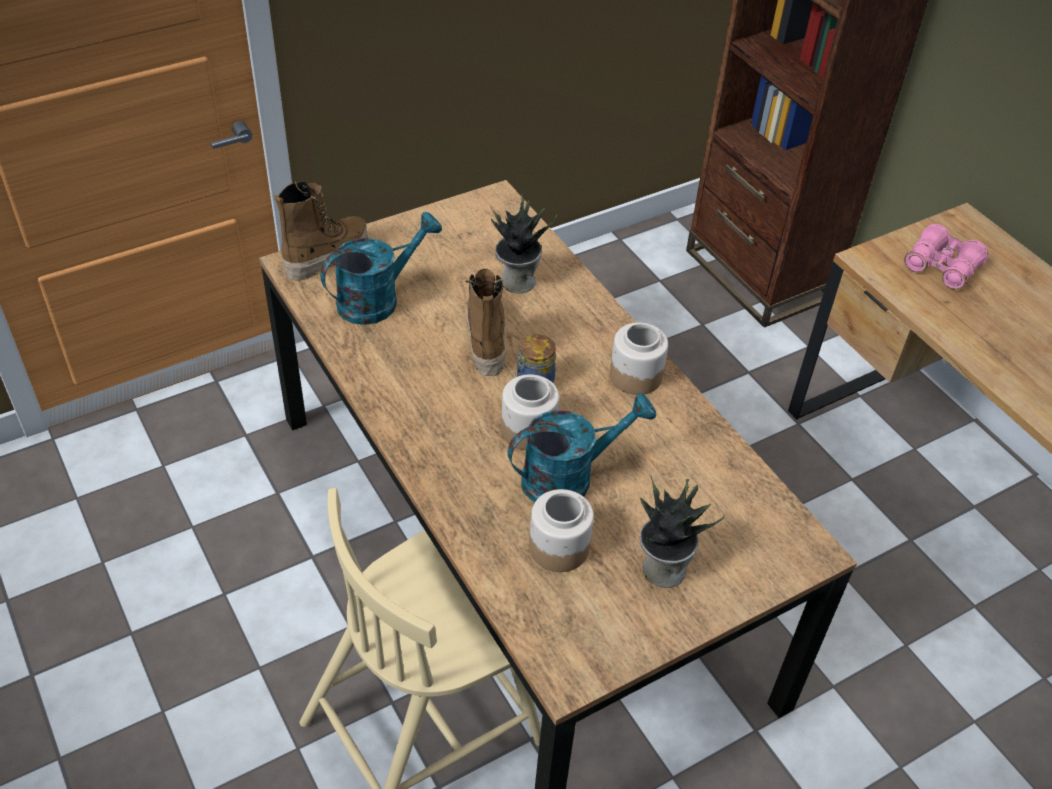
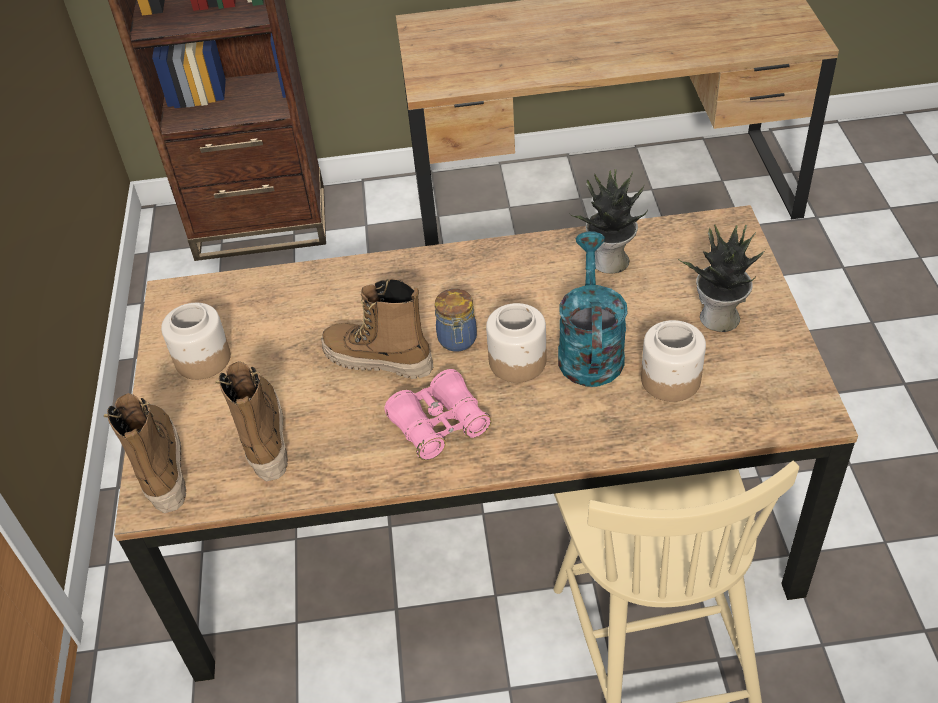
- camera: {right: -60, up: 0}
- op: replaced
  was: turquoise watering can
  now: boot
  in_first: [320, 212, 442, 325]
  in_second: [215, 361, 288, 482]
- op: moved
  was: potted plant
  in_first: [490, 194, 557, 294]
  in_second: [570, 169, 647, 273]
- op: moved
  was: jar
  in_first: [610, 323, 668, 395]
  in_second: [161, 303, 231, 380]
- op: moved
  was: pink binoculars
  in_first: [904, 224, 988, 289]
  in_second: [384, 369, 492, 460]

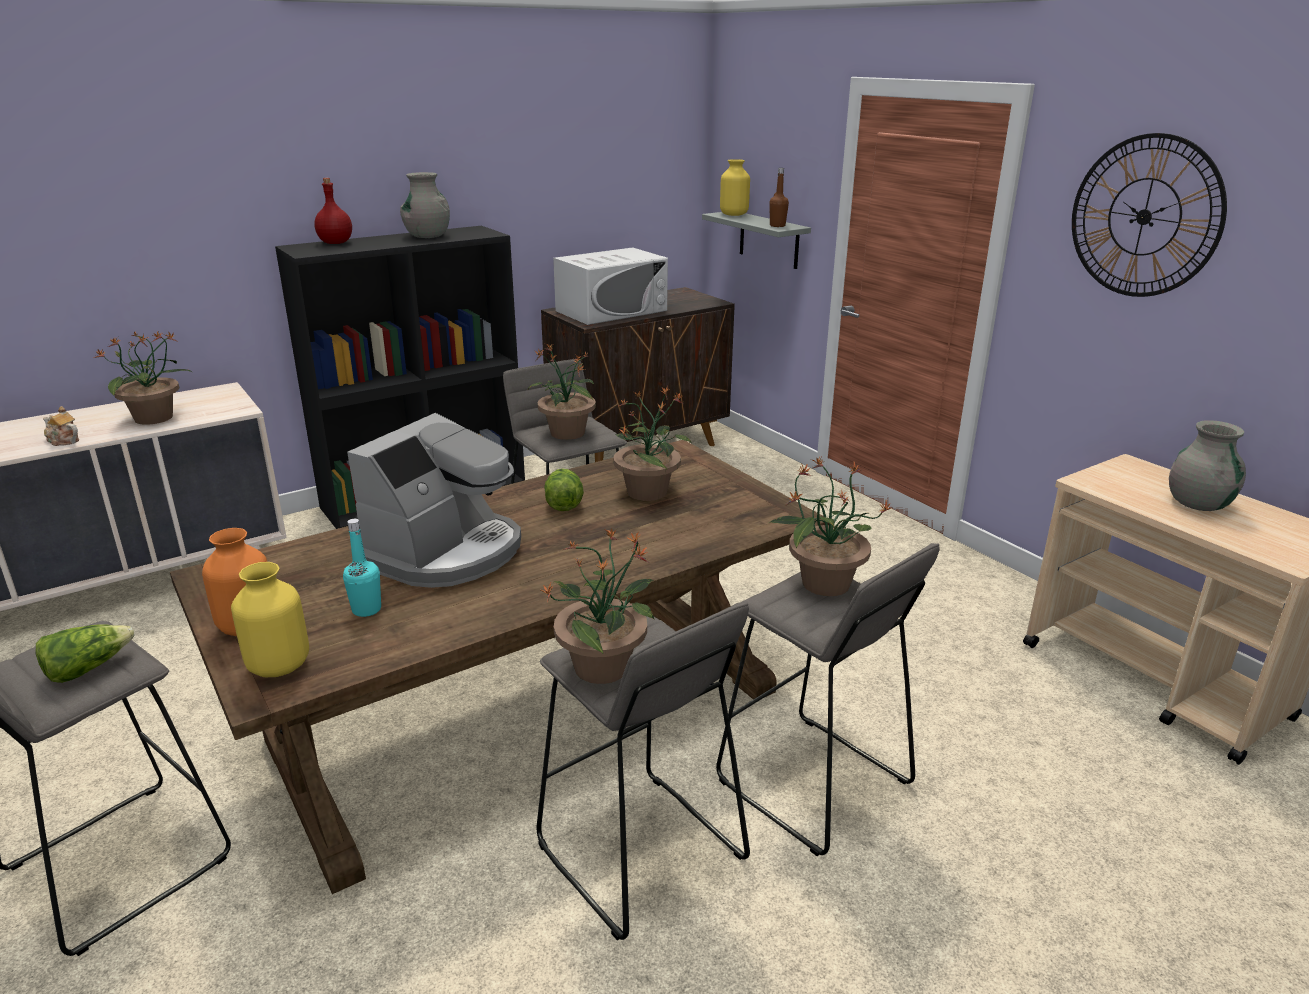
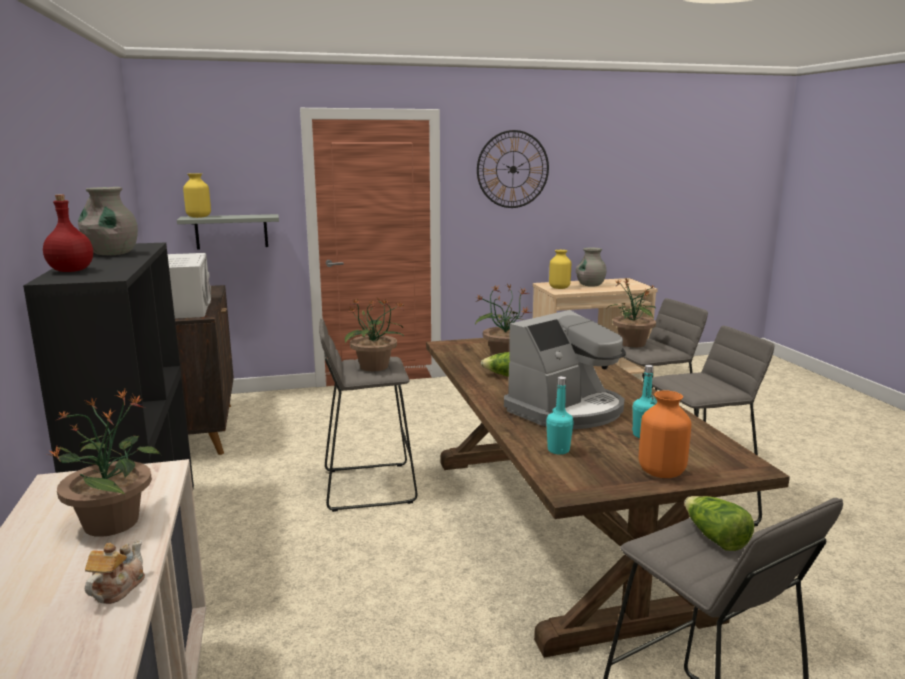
- camera: {right: -70, up: -10}
- op: turned
  was: teapot
  in_first: [43, 406, 79, 446]
  in_second: [85, 540, 145, 604]
  clockwise: 150
- op: moved
  was: yellow vase
  in_first: [231, 562, 309, 677]
  in_second: [549, 250, 571, 289]
- op: turned
  was: coffee machine
  in_first: [347, 413, 521, 588]
  in_second: [504, 310, 626, 429]
  clockwise: 90
- op: removed
  was: potted plant
  in_first: [539, 528, 655, 684]
- op: removed
  was: brown bottle
  in_first: [769, 168, 789, 227]
- op: added
  now: turquoise bottle
  in_second: [546, 376, 574, 455]

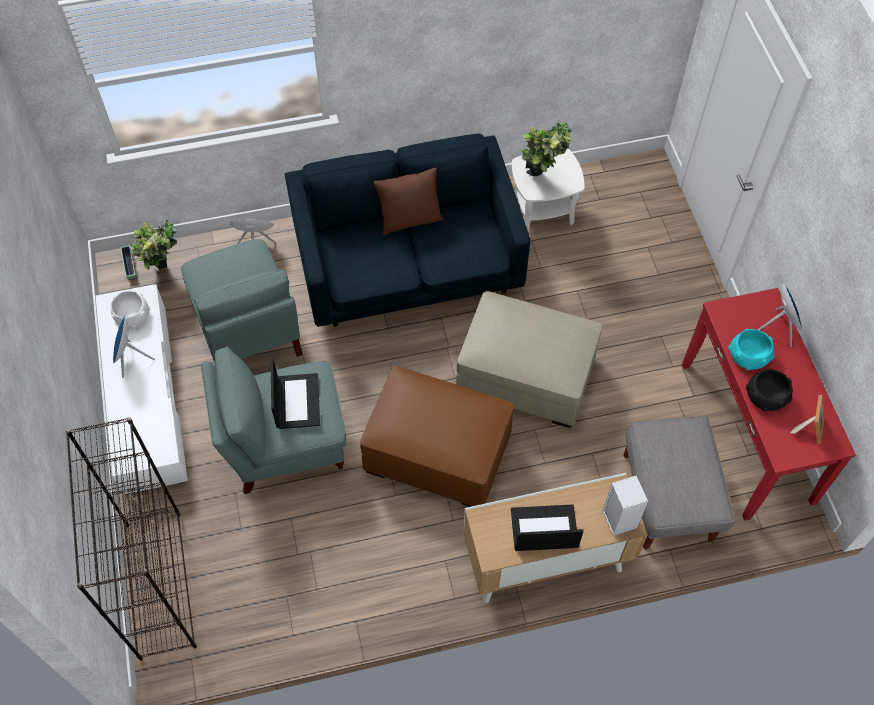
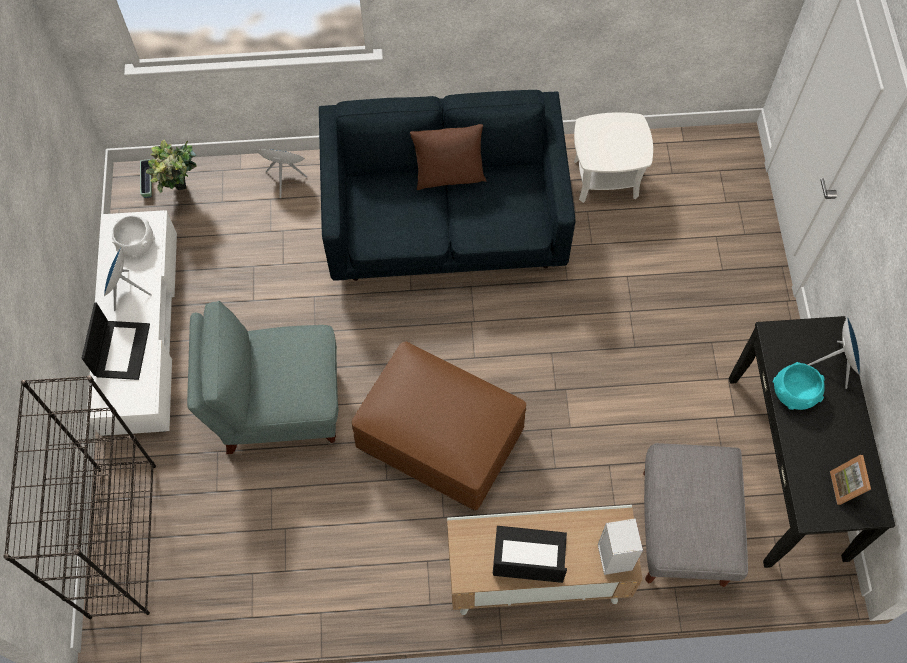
- camera: {right: 10, up: 5}
- op: removed
  was: grey armchair
  in_first: [181, 239, 303, 362]
- op: moved
  was: laptop
  in_first: [270, 357, 320, 429]
  in_second: [82, 303, 150, 380]
- op: removed
  was: beige ottoman
  in_first: [456, 291, 602, 428]
- op: removed
  was: potted plant
  in_first: [521, 121, 574, 176]
- op: recoloured
  was: red console table
  now: black console table
  in_first: [682, 288, 856, 521]
  in_second: [729, 316, 895, 568]
- op: removed
  was: black bowl
  in_first: [746, 369, 793, 411]
- op: turned
  was: picture frame
  in_first: [790, 395, 824, 444]
  in_second: [830, 455, 871, 505]
  clockwise: 150

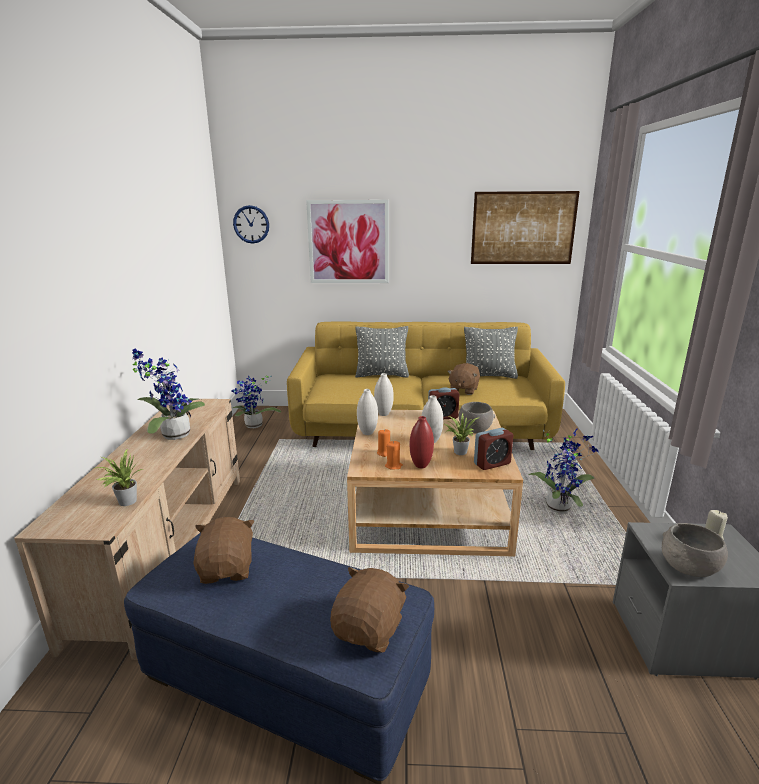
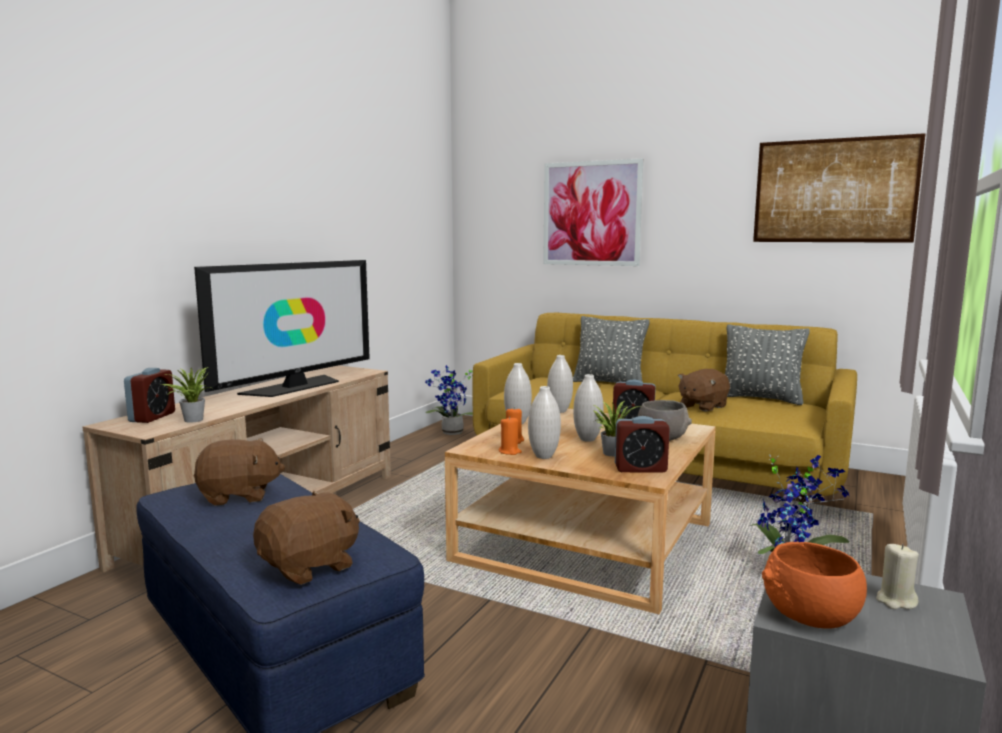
- camera: {right: 25, up: -10}
- op: replaced
  was: potted plant
  now: television
  in_first: [132, 348, 205, 440]
  in_second: [194, 260, 370, 397]
- op: turned
  was: brown plush toy
  in_first: [194, 517, 255, 584]
  in_second: [194, 438, 285, 506]
  clockwise: 60
- op: removed
  was: wall clock
  in_first: [233, 205, 269, 244]
- op: recoloured
  was: red vase
  now: white vase
  in_first: [410, 416, 434, 468]
  in_second: [528, 386, 561, 459]
- op: recoloured
  was: grey bowl
  now: orange bowl
  in_first: [662, 523, 728, 577]
  in_second: [762, 542, 867, 629]
- op: added
  now: alarm clock
  in_second: [124, 368, 175, 423]

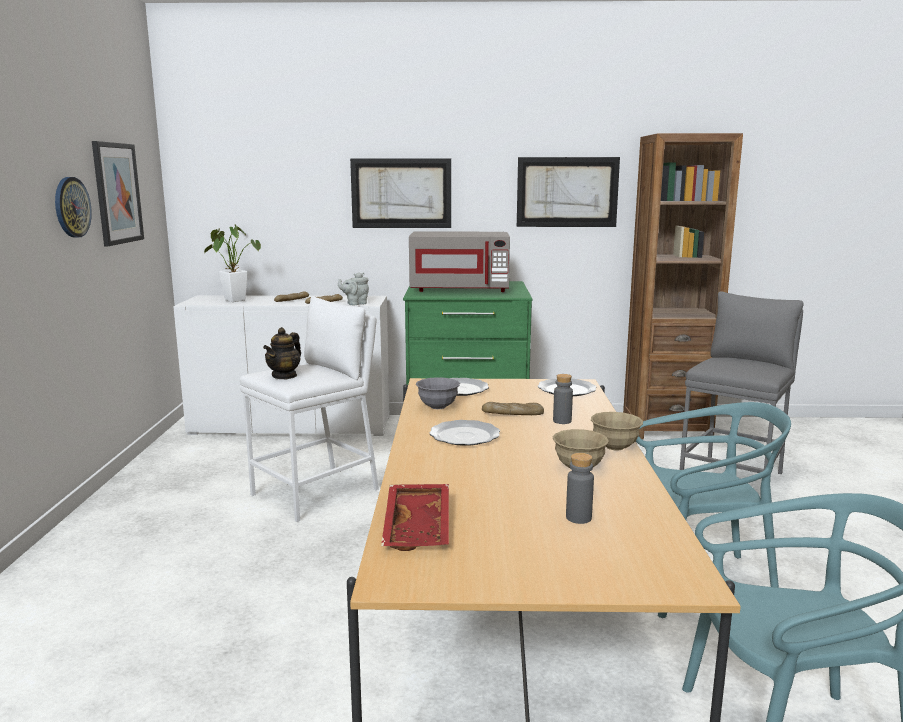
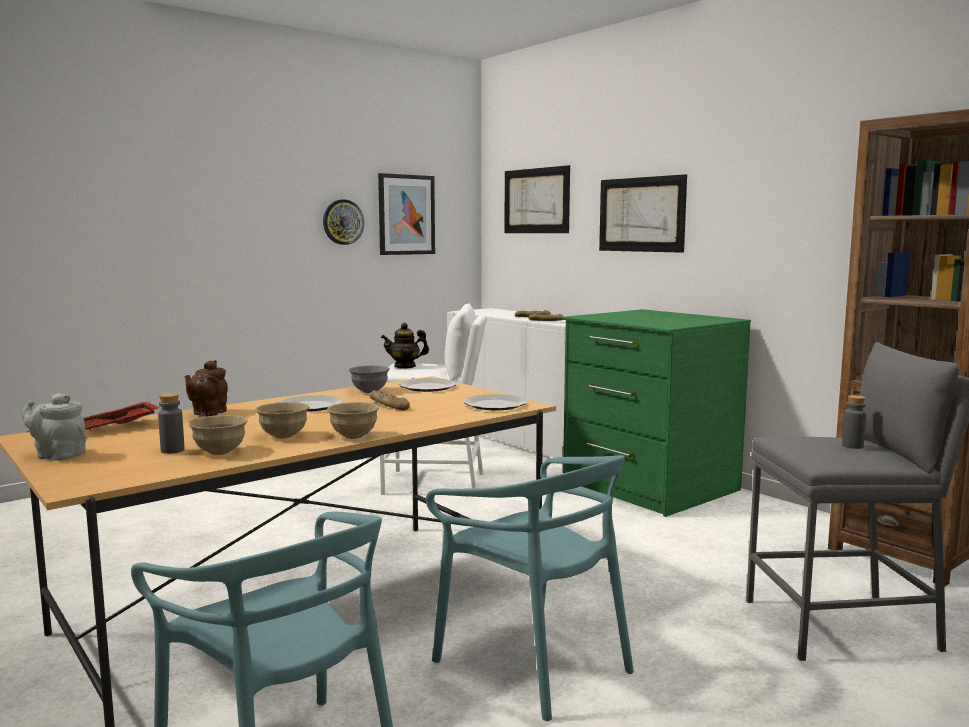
- camera: {right: 50, up: -5}
- op: removed
  was: potted plant
  in_first: [204, 224, 261, 302]
- op: moved
  was: grey teapot
  in_first: [338, 272, 369, 305]
  in_second: [21, 393, 86, 461]
- op: removed
  was: grey microwave
  in_first: [409, 231, 510, 292]
- op: moved
  was: picture
  in_first: [517, 157, 620, 227]
  in_second: [505, 165, 570, 233]
- op: moved
  was: grey bottle
  in_first: [553, 374, 573, 424]
  in_second: [842, 395, 866, 449]
- op: added
  now: brown teapot
  in_second: [185, 360, 228, 417]
- op: added
  now: beige bowl
  in_second: [189, 415, 248, 455]

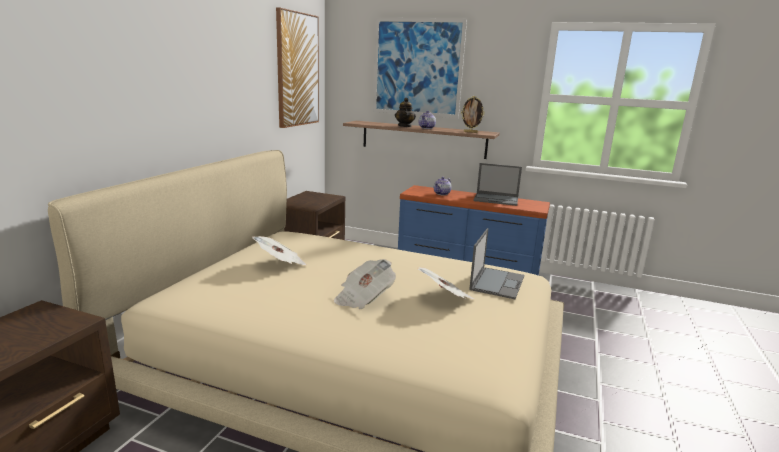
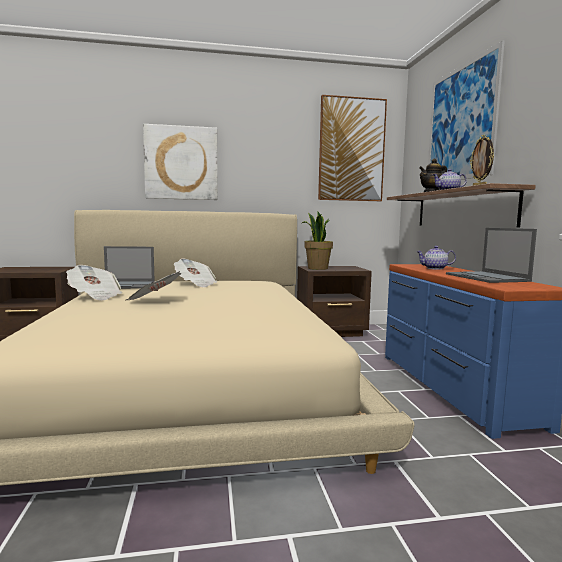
- camera: {right: 60, up: -10}
- op: moved
  was: newspaper
  in_first: [418, 267, 475, 299]
  in_second: [66, 265, 123, 301]
- op: moved
  was: laptop
  in_first: [469, 228, 524, 299]
  in_second: [104, 246, 155, 289]
- op: added
  now: picture
  in_second: [143, 124, 218, 200]
- op: added
  now: potted plant
  in_second: [302, 212, 333, 270]

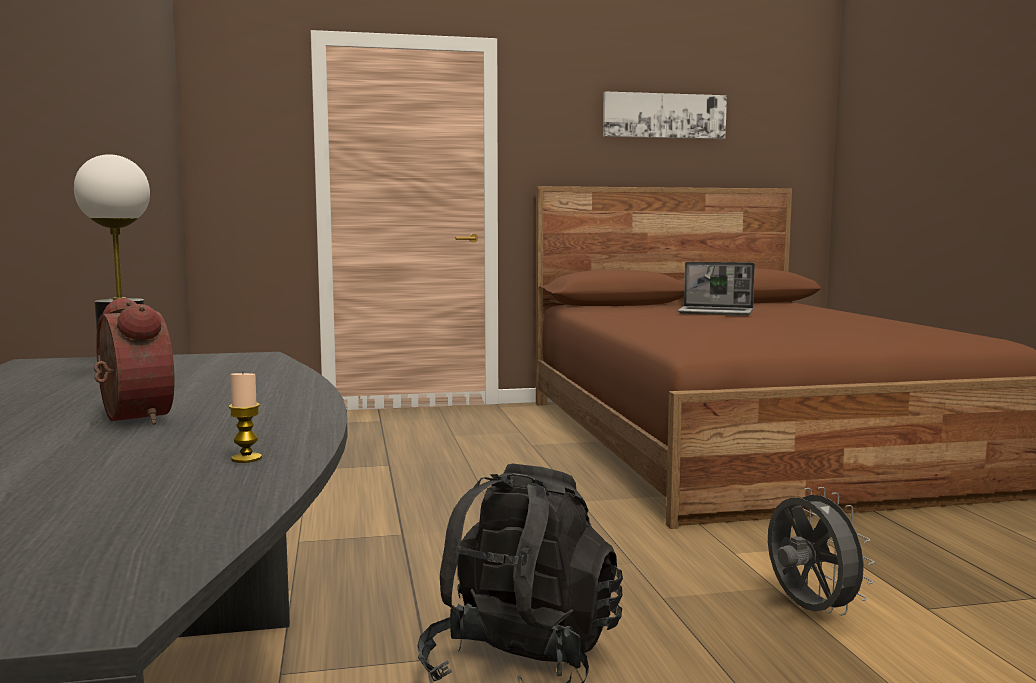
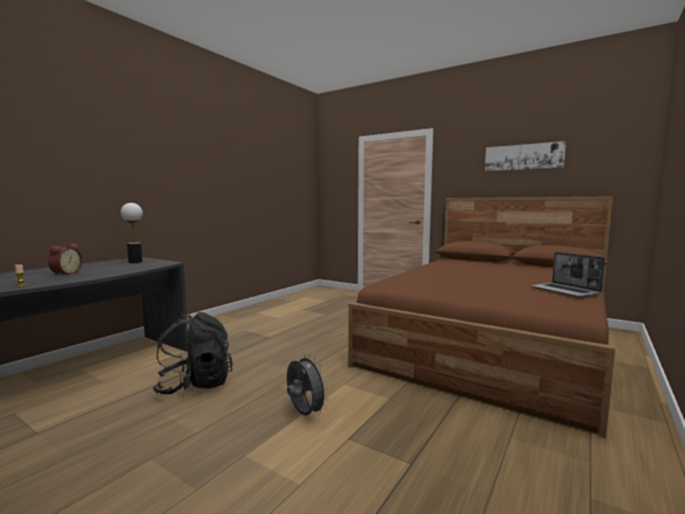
- camera: {right: 45, up: 0}
- op: moved
  was: laptop
  in_first: [678, 262, 755, 316]
  in_second: [531, 252, 605, 298]
- op: turned
  was: grey fan
  in_first: [768, 487, 874, 616]
  in_second: [287, 354, 329, 416]
  clockwise: -60

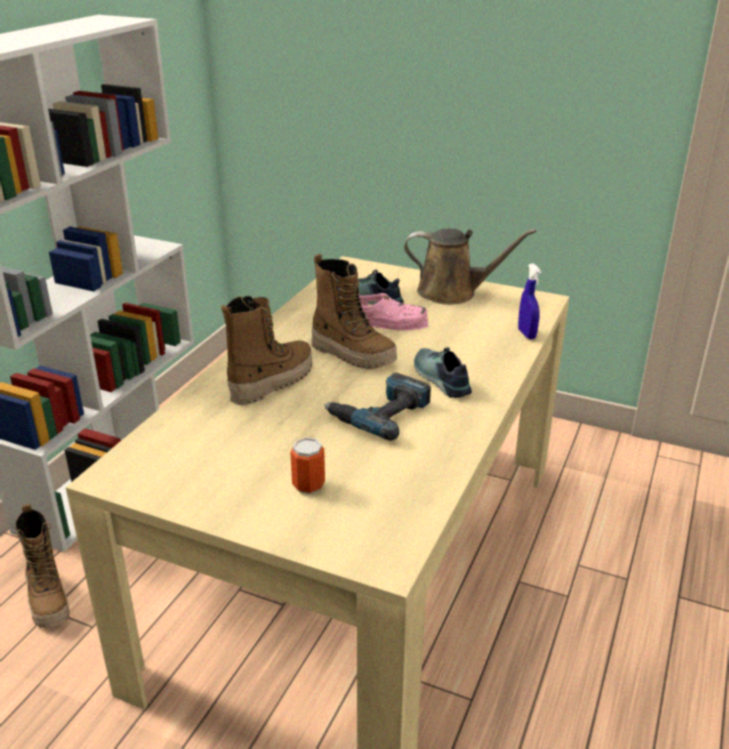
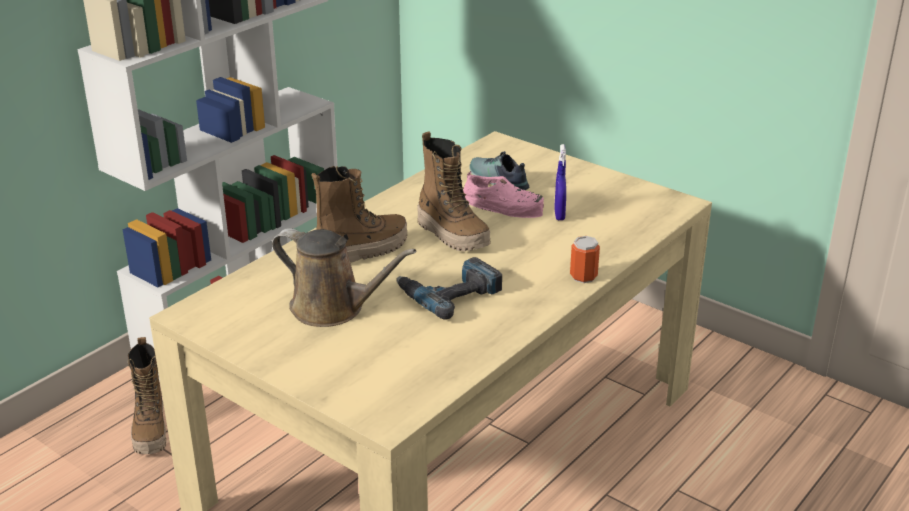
- camera: {right: 15, up: 0}
- op: moved
  was: can
  in_first: [290, 437, 325, 494]
  in_second: [570, 236, 600, 283]
- op: moved
  was: brown watering can
  in_first: [404, 229, 536, 305]
  in_second: [272, 228, 416, 327]
- op: removed
  was: shoe
  in_first: [414, 347, 472, 398]
- op: moved
  was: blue spray bottle
  in_first: [518, 263, 541, 339]
  in_second: [554, 144, 566, 220]

